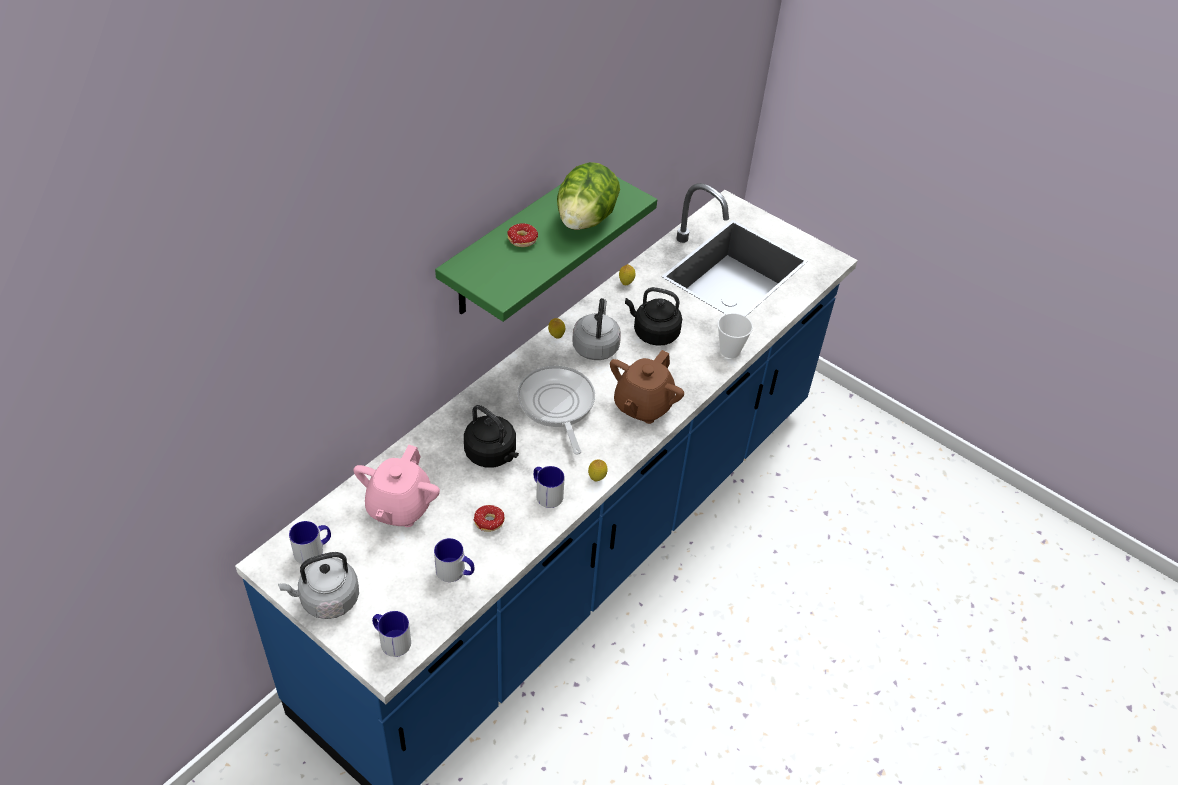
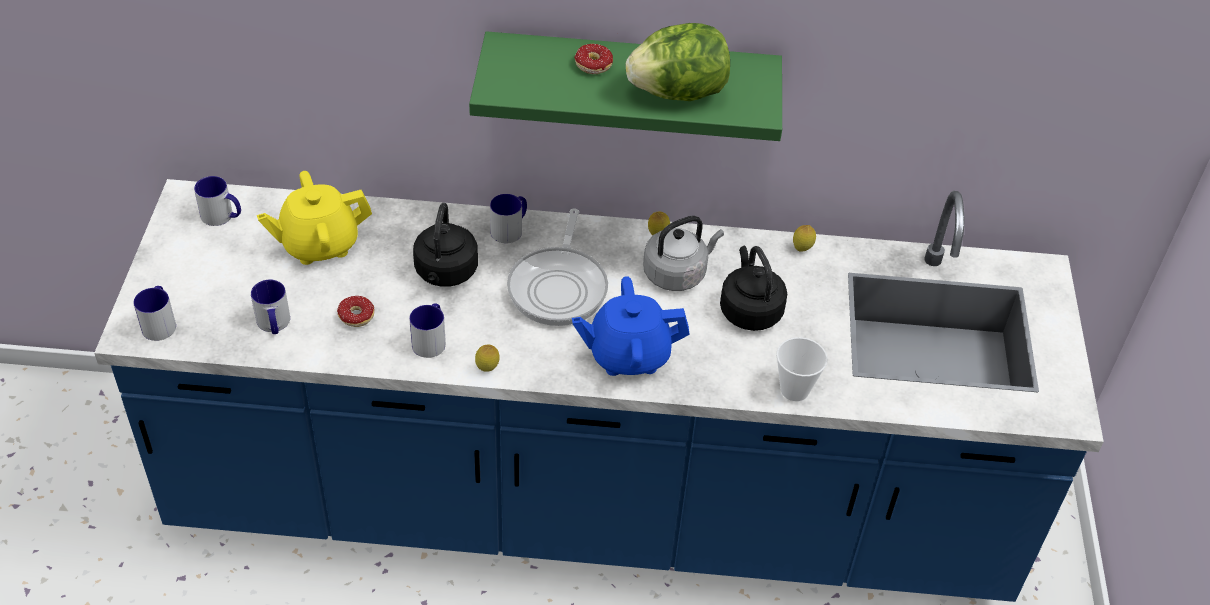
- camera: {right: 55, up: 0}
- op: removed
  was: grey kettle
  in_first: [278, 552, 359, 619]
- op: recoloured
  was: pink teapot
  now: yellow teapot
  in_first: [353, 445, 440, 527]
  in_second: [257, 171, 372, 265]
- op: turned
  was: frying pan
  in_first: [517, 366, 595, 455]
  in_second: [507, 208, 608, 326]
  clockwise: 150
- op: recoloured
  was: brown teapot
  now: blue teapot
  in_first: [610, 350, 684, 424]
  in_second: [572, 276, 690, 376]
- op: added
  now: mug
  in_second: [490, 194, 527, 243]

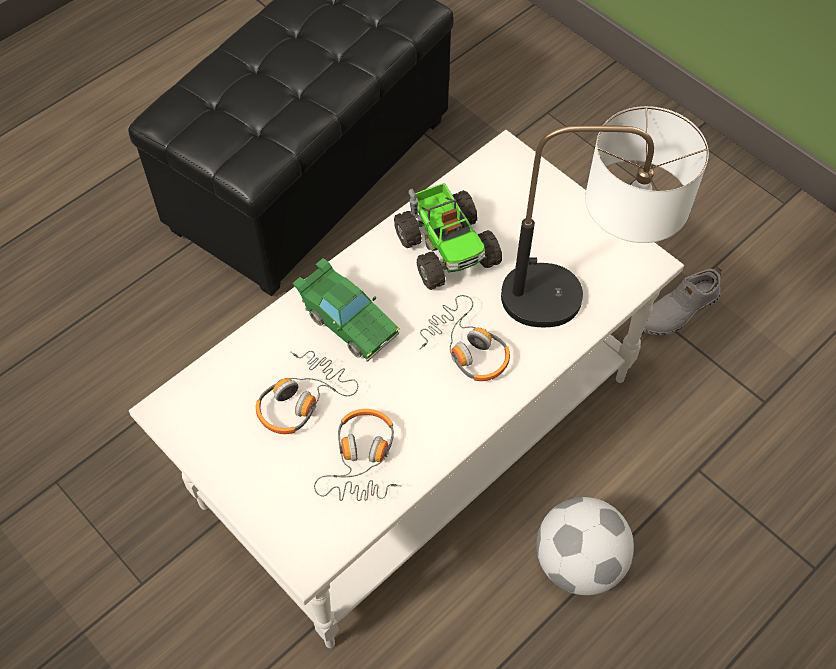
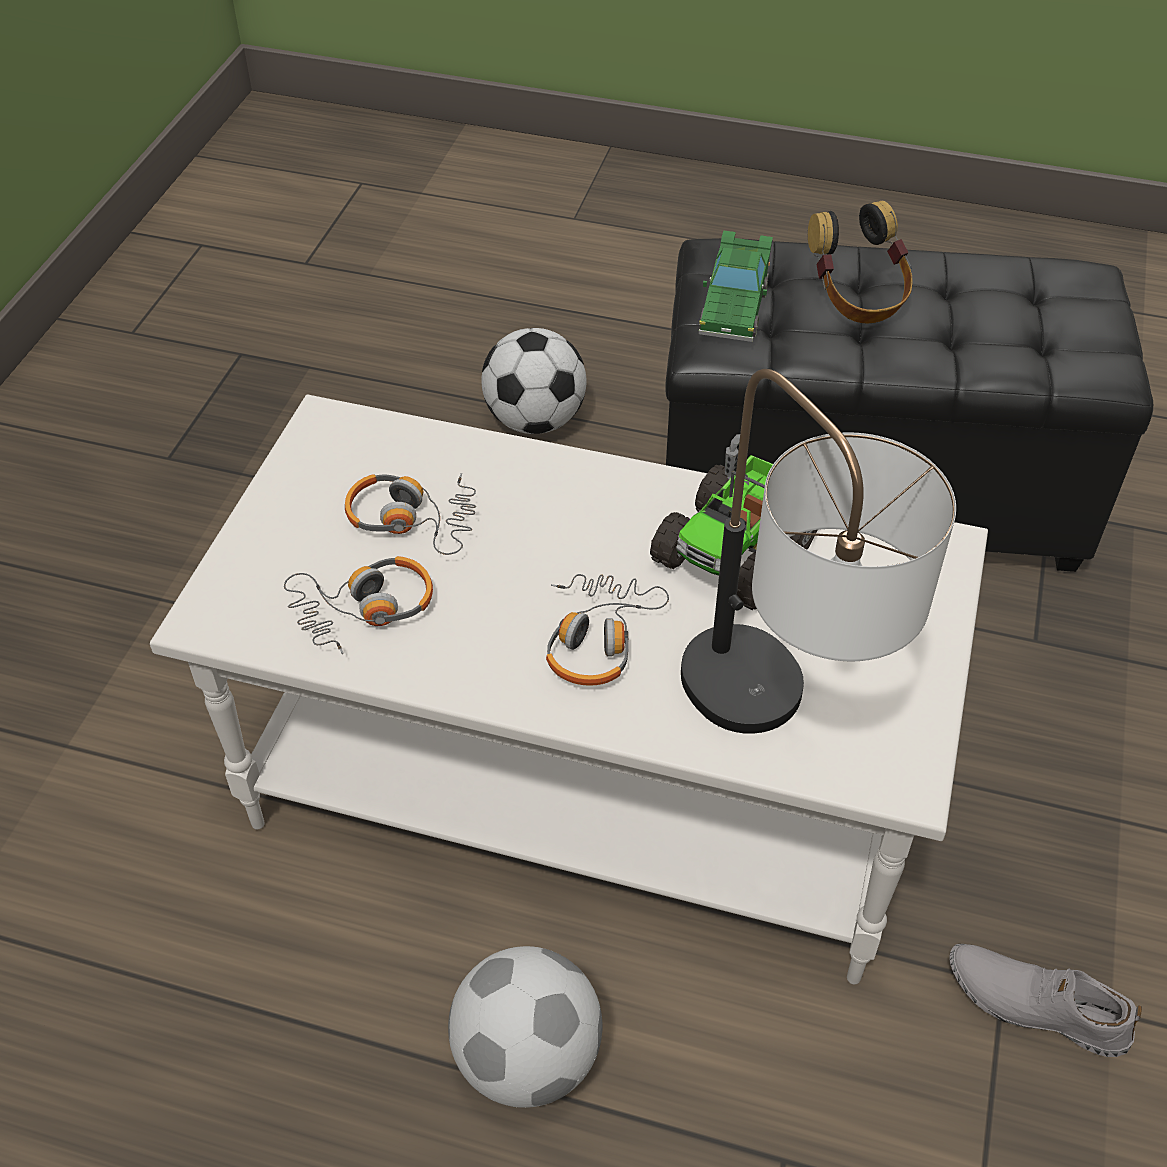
- camera: {right: 60, up: -10}
- op: moved
  was: green toy car
  in_first: [293, 258, 400, 362]
  in_second: [699, 230, 773, 342]
- op: added
  now: football
  in_second: [481, 328, 587, 434]
- op: added
  now: headphones
  in_second: [808, 201, 912, 324]

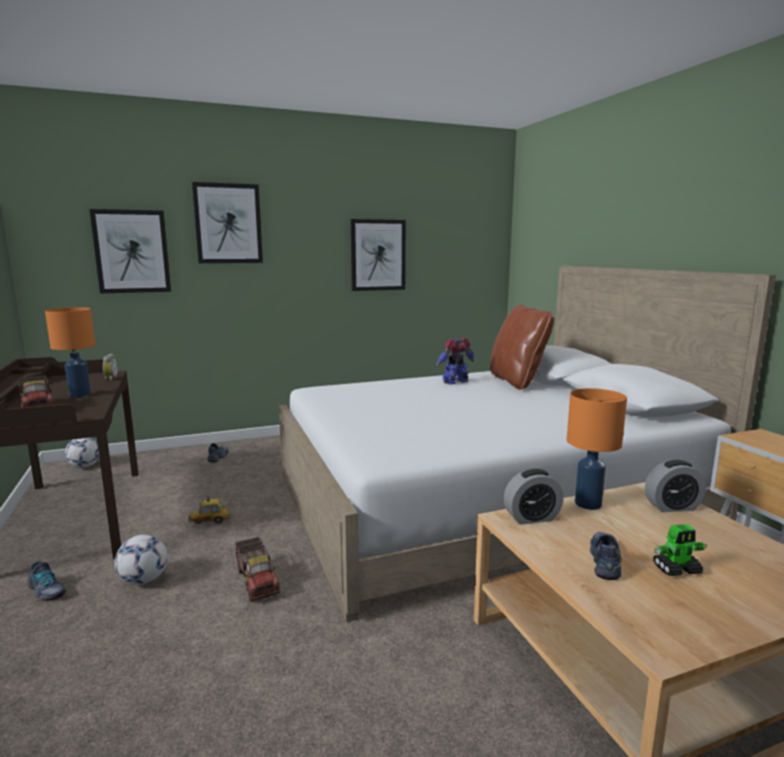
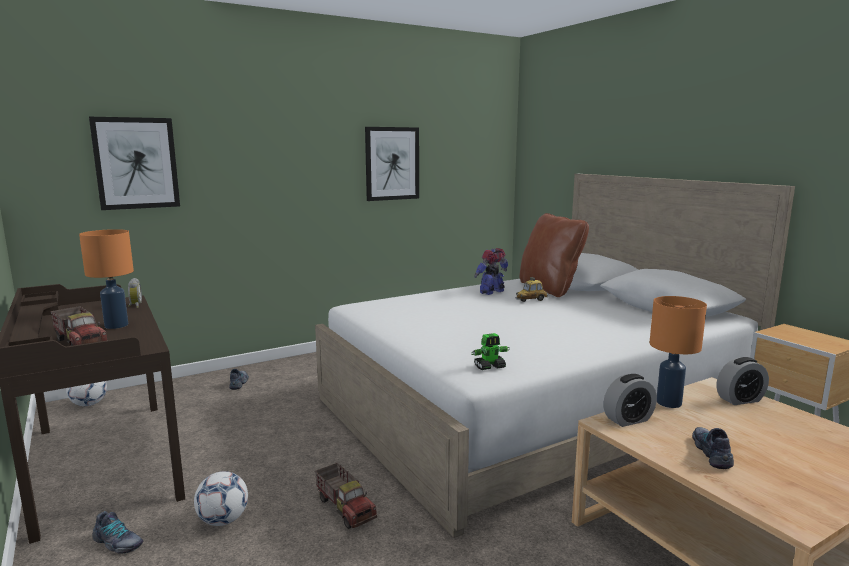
- camera: {right: -10, up: 0}
- op: moved
  was: toy car
  in_first: [188, 496, 231, 524]
  in_second: [516, 277, 548, 302]
- op: removed
  was: picture
  in_first: [192, 182, 263, 263]
- op: moved
  was: toy robot
  in_first: [653, 524, 707, 576]
  in_second: [471, 333, 510, 370]

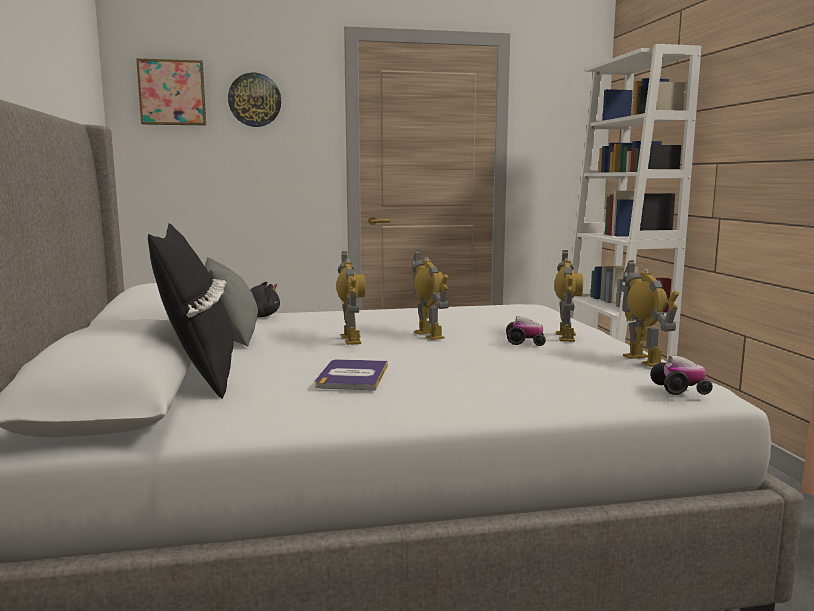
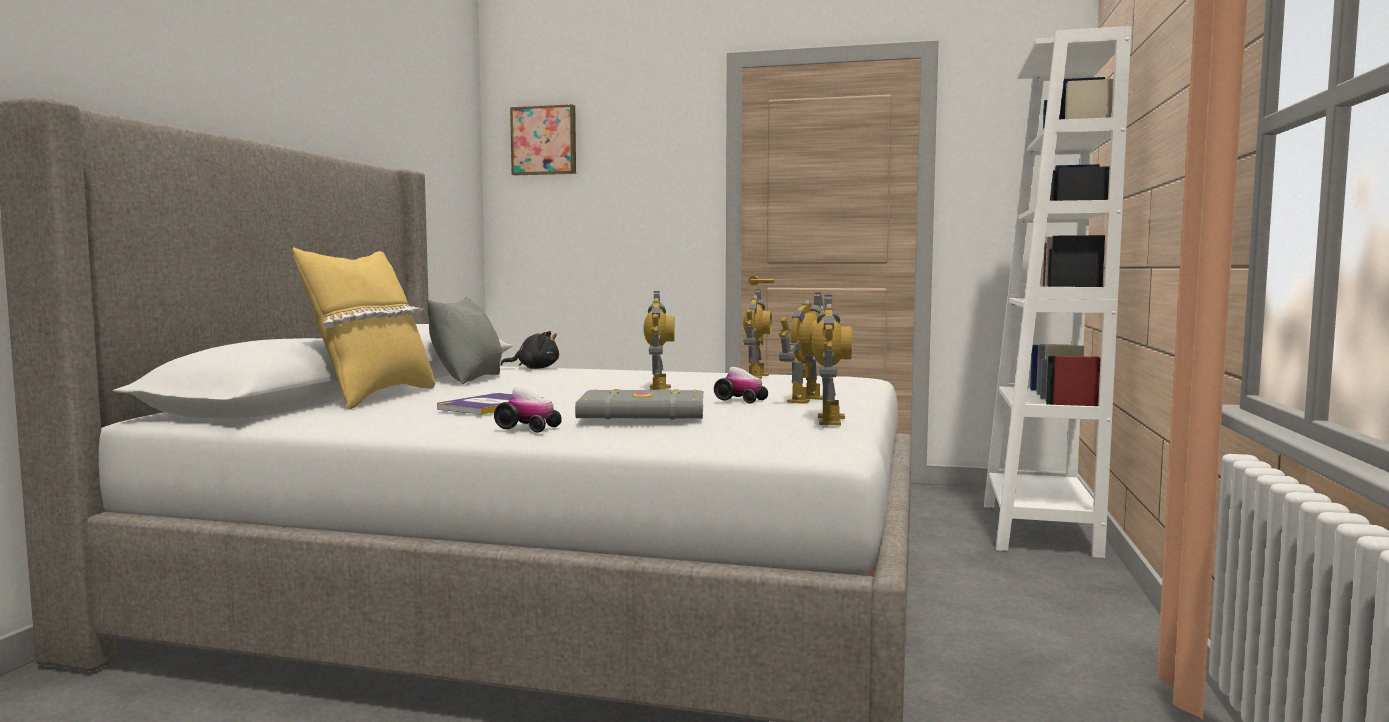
- camera: {right: 25, up: -5}
- op: recoloured
  was: black pillow
  now: yellow pillow
  in_first: [148, 223, 234, 399]
  in_second: [293, 247, 435, 409]
- op: removed
  was: wall clock
  in_first: [228, 73, 281, 127]
- op: moved
  was: toy robot
  in_first: [336, 251, 366, 345]
  in_second: [743, 289, 772, 379]
- op: moved
  was: toy car
  in_first: [650, 356, 713, 395]
  in_second: [494, 388, 562, 433]
- op: added
  now: grey book
  in_second: [575, 389, 703, 420]

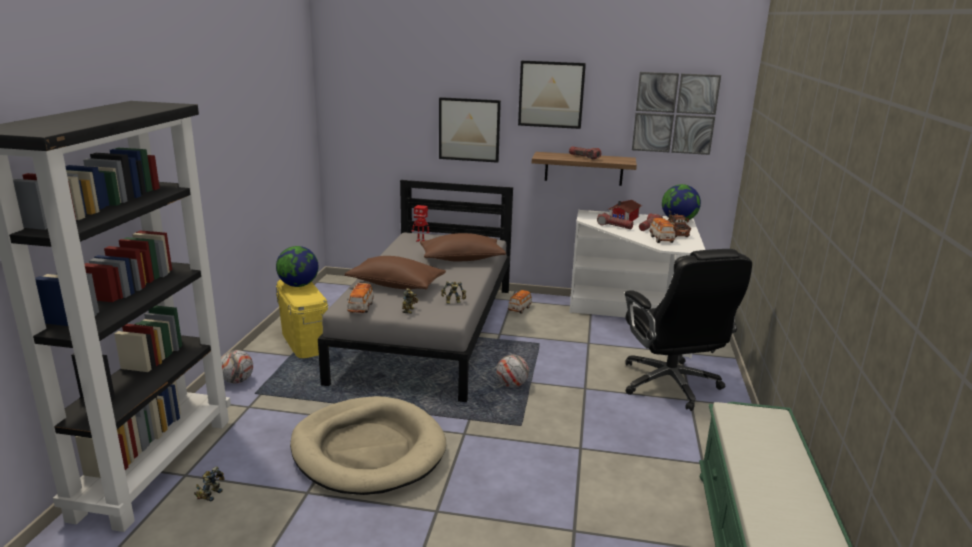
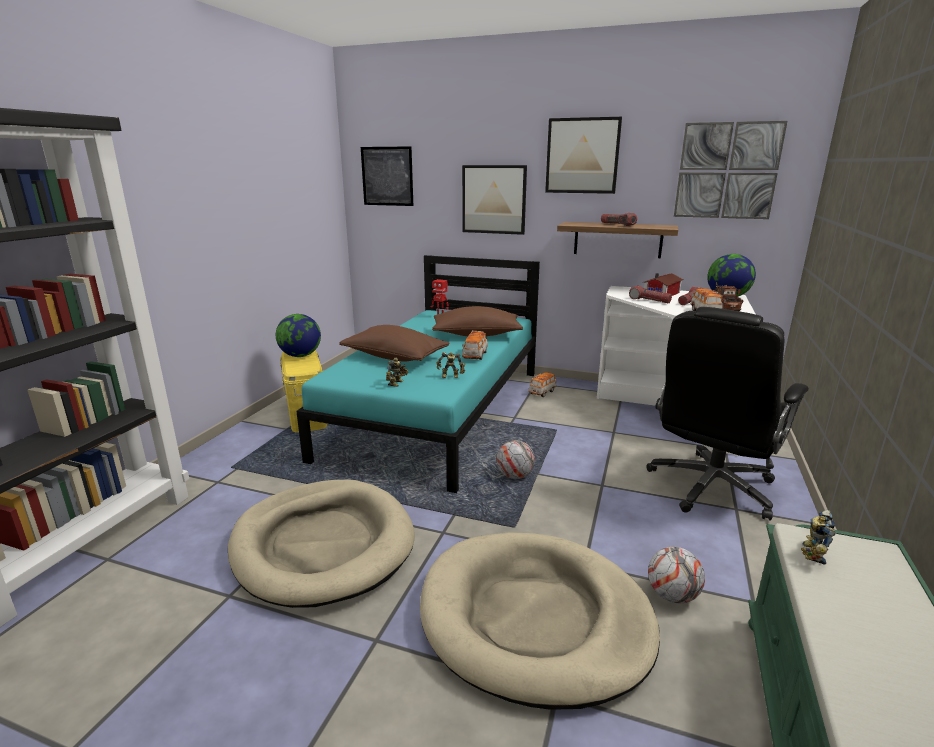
- camera: {right: 10, up: 0}
- op: moved
  was: toy robot
  in_first: [194, 466, 225, 501]
  in_second: [801, 510, 836, 565]
- op: moved
  was: football
  in_first: [221, 350, 253, 383]
  in_second: [648, 547, 705, 603]
- op: recoloured
  was: grey bed
  now: turquoise bed
  in_first: [318, 180, 513, 402]
  in_second: [296, 255, 540, 493]
- op: moved
  was: toy car
  in_first: [347, 283, 374, 313]
  in_second: [462, 331, 488, 360]
- op: turned
  was: black office chair
  in_first: [624, 249, 752, 411]
  in_second: [646, 307, 809, 521]
  clockwise: 45
- op: added
  now: picture
  in_second: [361, 146, 413, 206]
- op: added
  now: beige dog bed
  in_second: [420, 533, 660, 710]

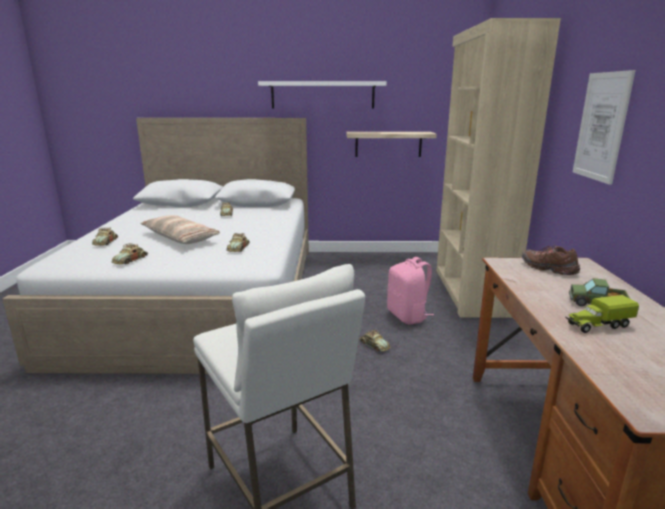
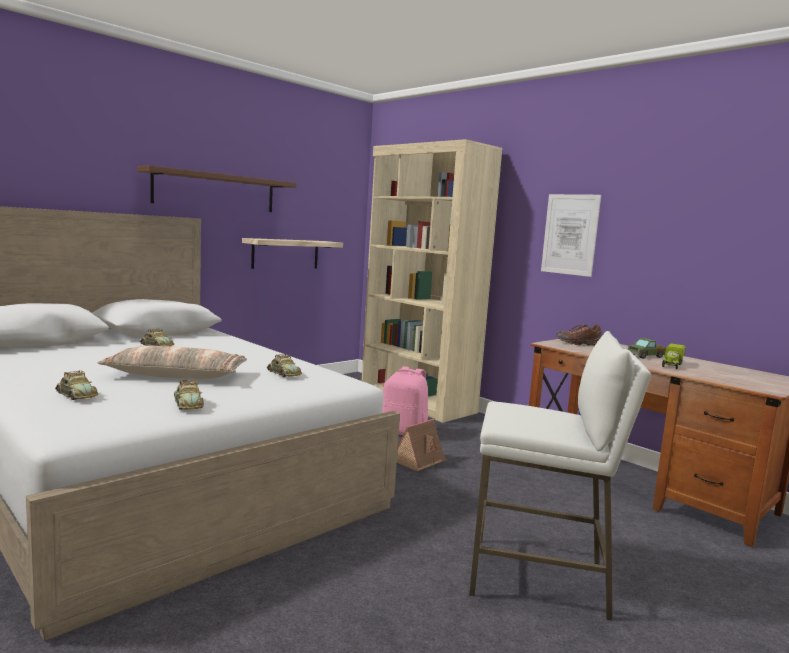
- camera: {right: -45, up: -10}
- op: recoloured
  was: white shelf
  now: brown shelf
  in_first: [258, 81, 387, 109]
  in_second: [137, 165, 296, 212]
- op: replaced
  was: toy car
  now: toy house
  in_first: [359, 329, 391, 352]
  in_second: [397, 419, 447, 472]

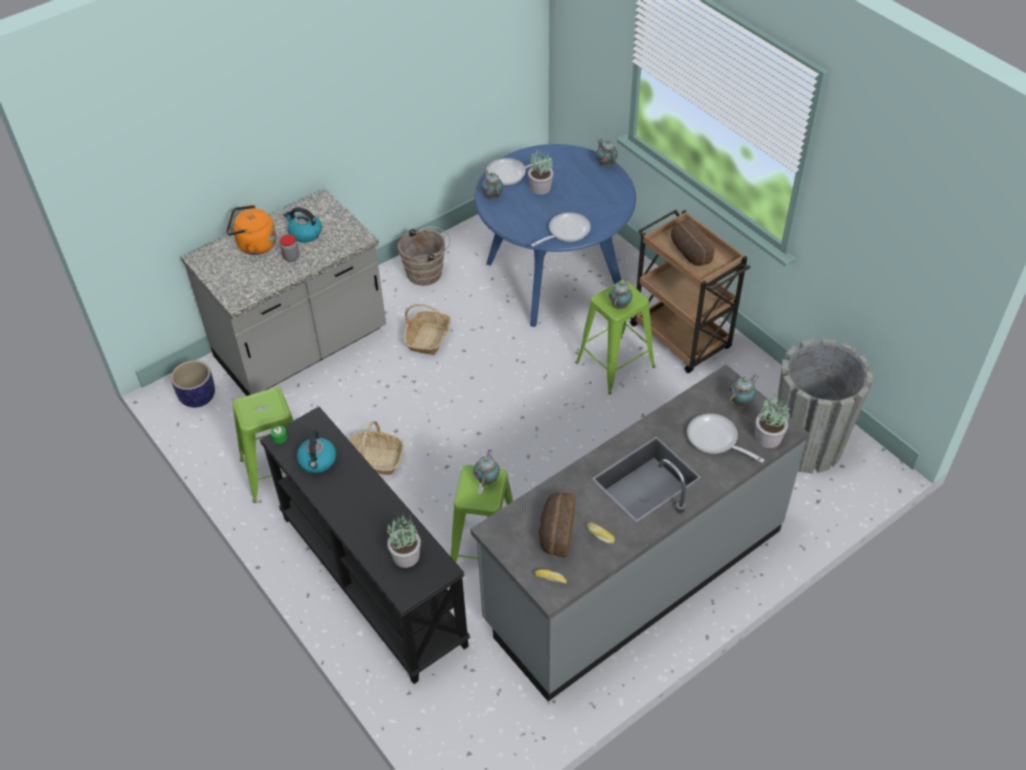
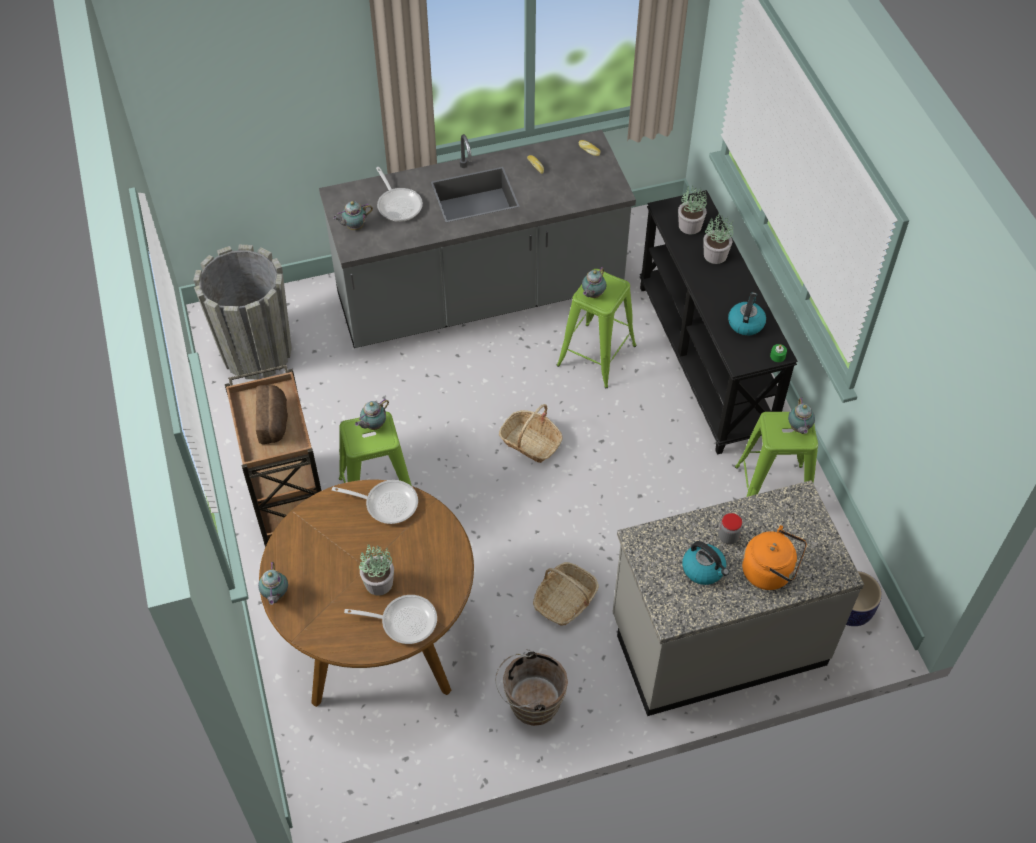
- camera: {right: -160, up: 5}
- op: moved
  was: basket
  in_first: [350, 421, 404, 475]
  in_second: [499, 404, 562, 463]
- op: recoloured
  was: blue dining table
  now: brown dining table
  in_first: [475, 144, 636, 327]
  in_second: [259, 480, 474, 707]
- op: moved
  was: teapot
  in_first: [481, 170, 503, 199]
  in_second: [788, 398, 815, 434]
- op: turned
  was: frying pan
  in_first: [531, 213, 591, 246]
  in_second: [332, 480, 418, 524]
  clockwise: -150
- op: removed
  was: bread
  in_first: [538, 493, 575, 557]
- op: moved
  was: potted plant
  in_first: [755, 396, 790, 448]
  in_second: [703, 213, 733, 264]

